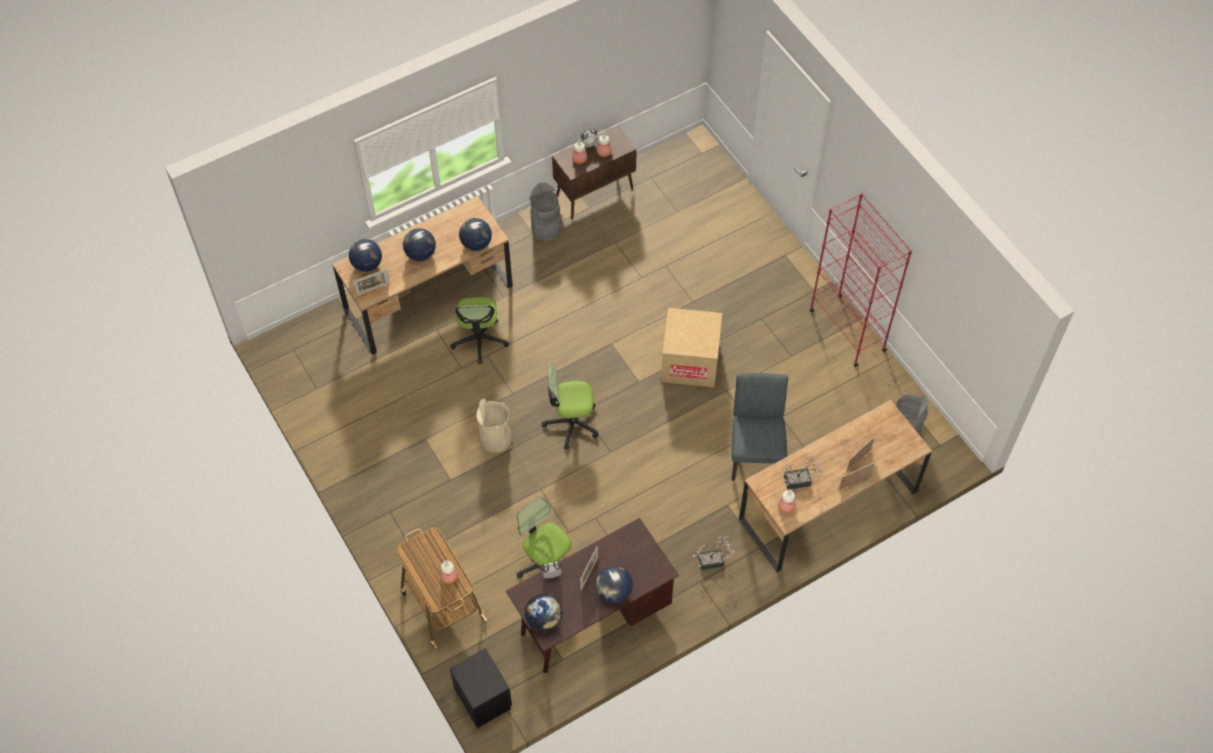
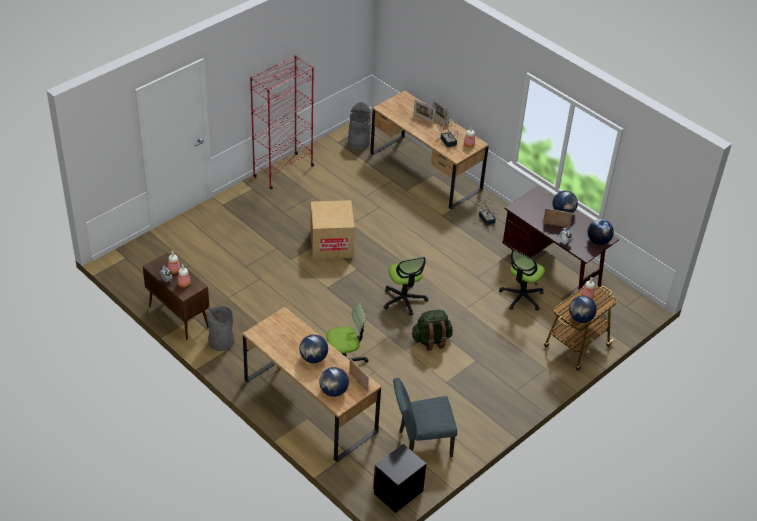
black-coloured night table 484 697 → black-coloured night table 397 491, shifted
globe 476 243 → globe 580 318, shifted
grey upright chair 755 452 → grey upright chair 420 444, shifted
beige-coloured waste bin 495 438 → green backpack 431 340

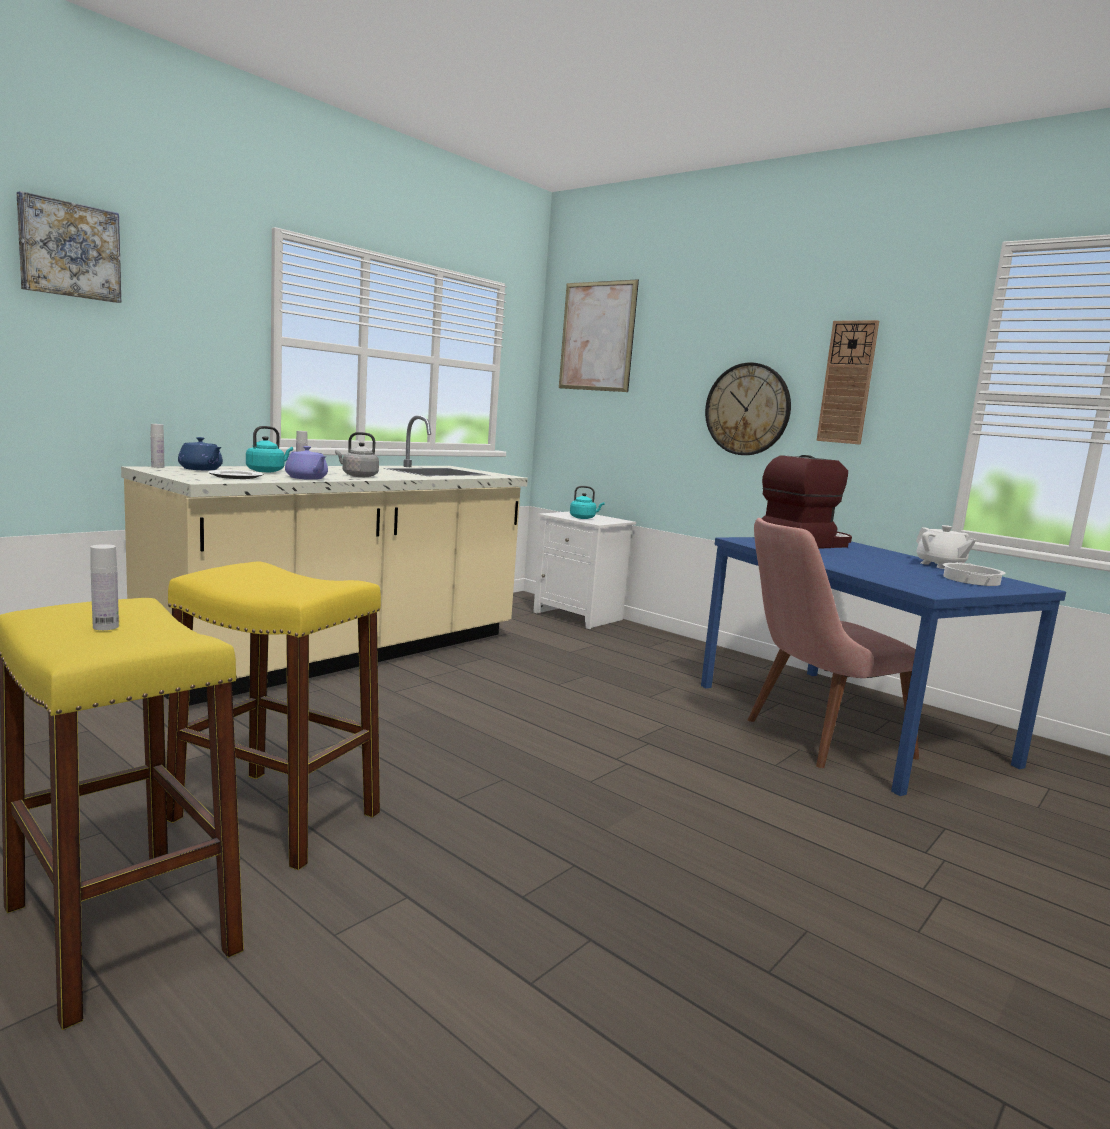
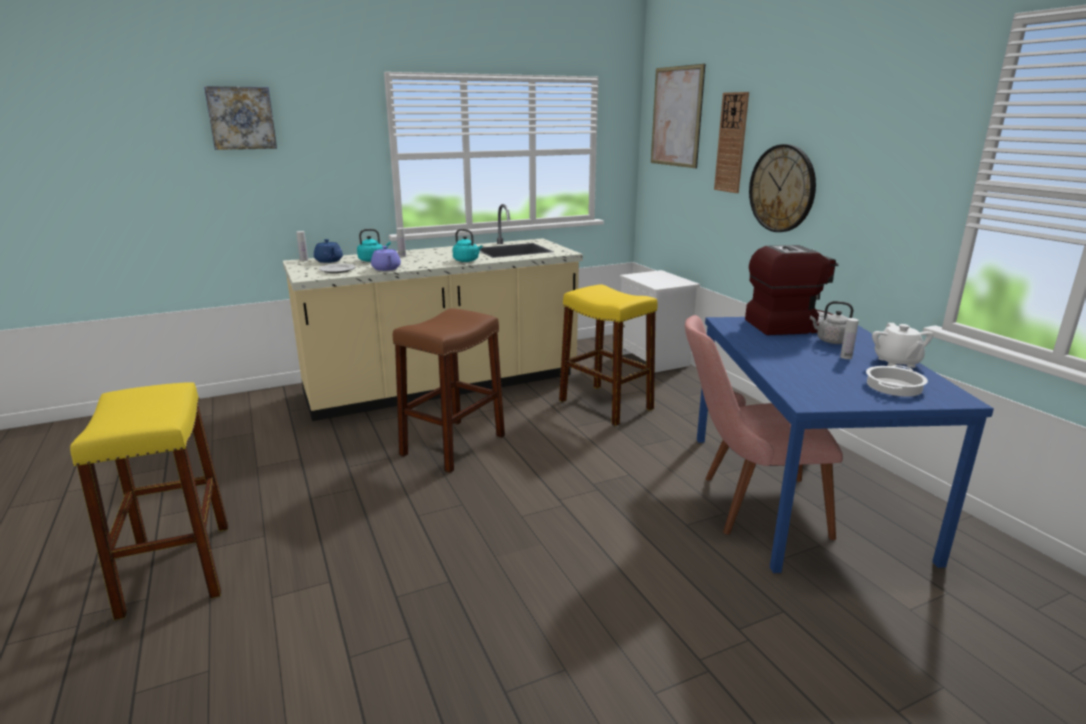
- → brownish stool 453 445
whitish beverage bottle 105 627 → whitish beverage bottle 846 357, shifted
yellow stool 275 816 → yellow stool 605 405, shifted
grey tea kettle 358 476 → grey tea kettle 831 341, shifted
turquoise-coloured tea kettle 584 518 → turquoise-coloured tea kettle 467 261, shifted
wall clock 847 382 → wall clock 732 143, shifted

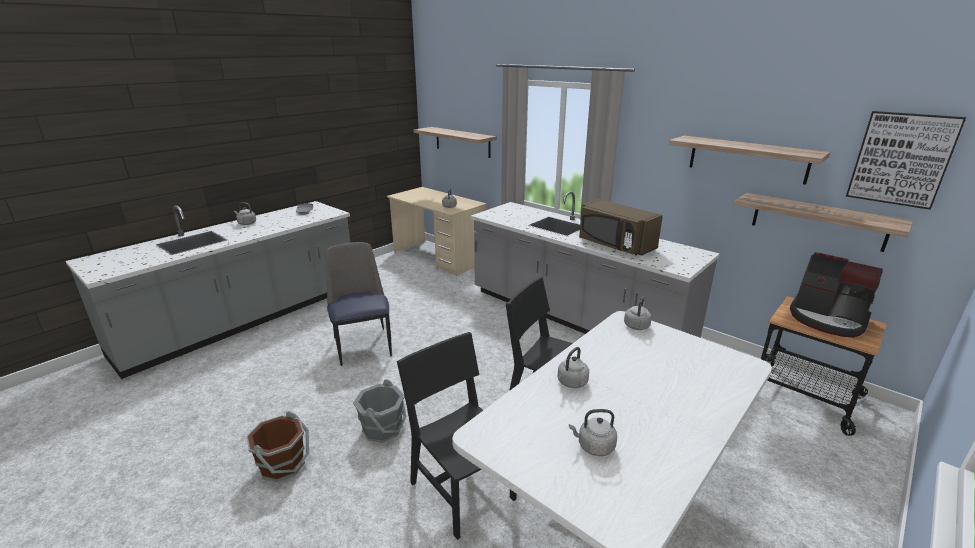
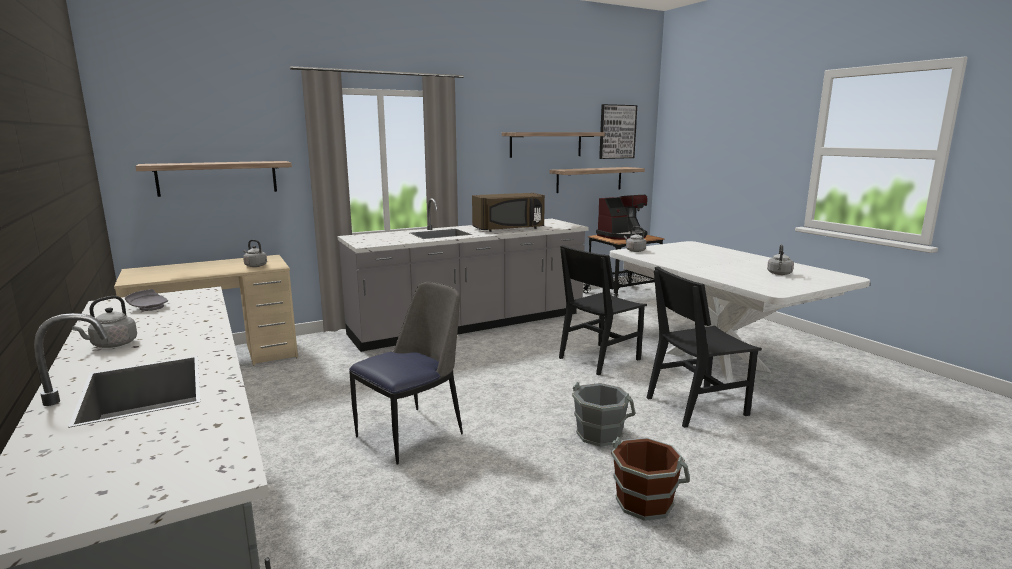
grey tea kettle 571 383 → -
upright chair 362 345 → upright chair 412 434, 135 degrees clockwise

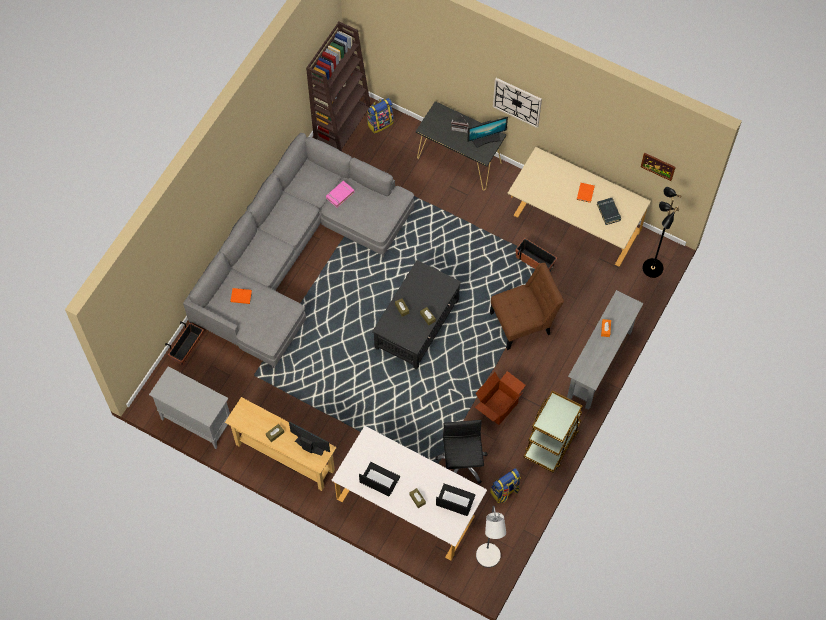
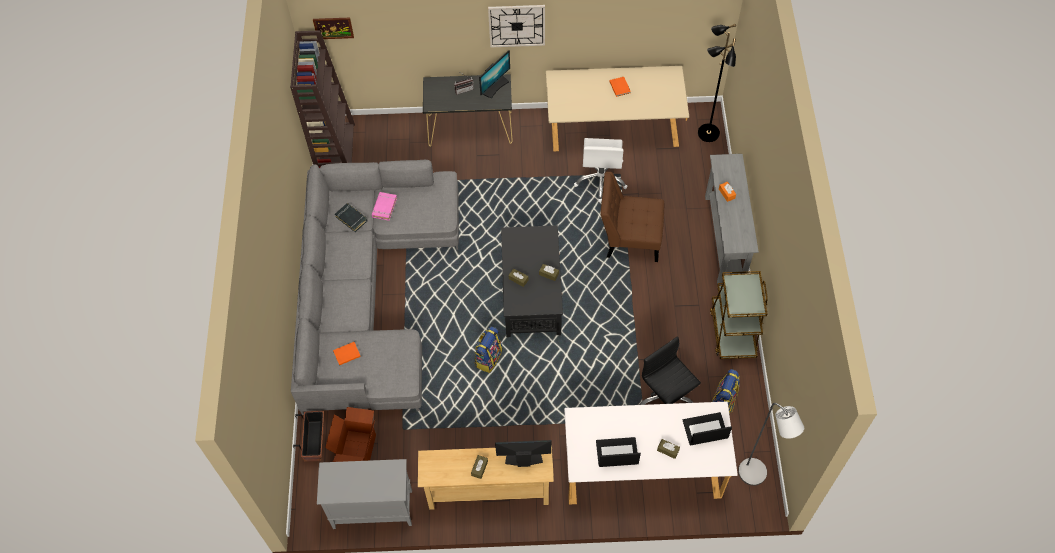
backpack 380 123 → backpack 488 358, shifted
carton 498 406 → carton 357 449, shifted
black-coloured volume 608 212 → black-coloured volume 351 218, shifted
wall picture 658 166 → wall picture 333 27, shifted
planter 534 261 → whitish office chair 601 180
brownish upright chair 523 322 → brownish upright chair 629 238, 120 degrees counterclockwise

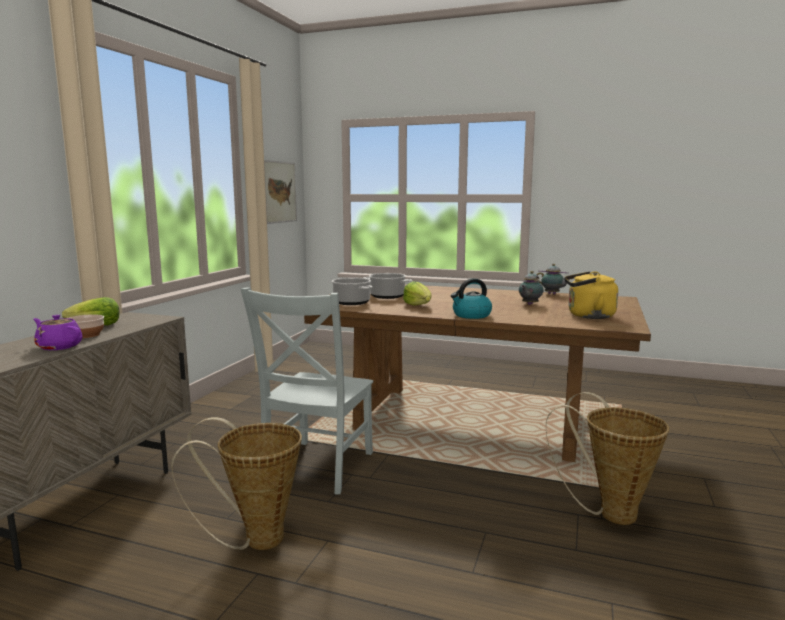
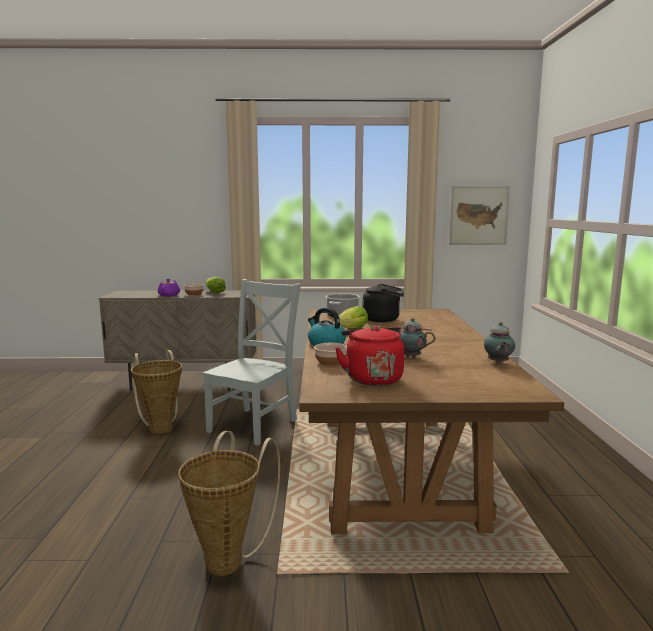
- → bowl 331 362
stockpot 388 296 → black-coloured tea kettle 383 319
yellow tea kettle 588 316 → red tea kettle 372 378
grey upright chair 316 468 → grey upright chair 255 424, 120 degrees clockwise

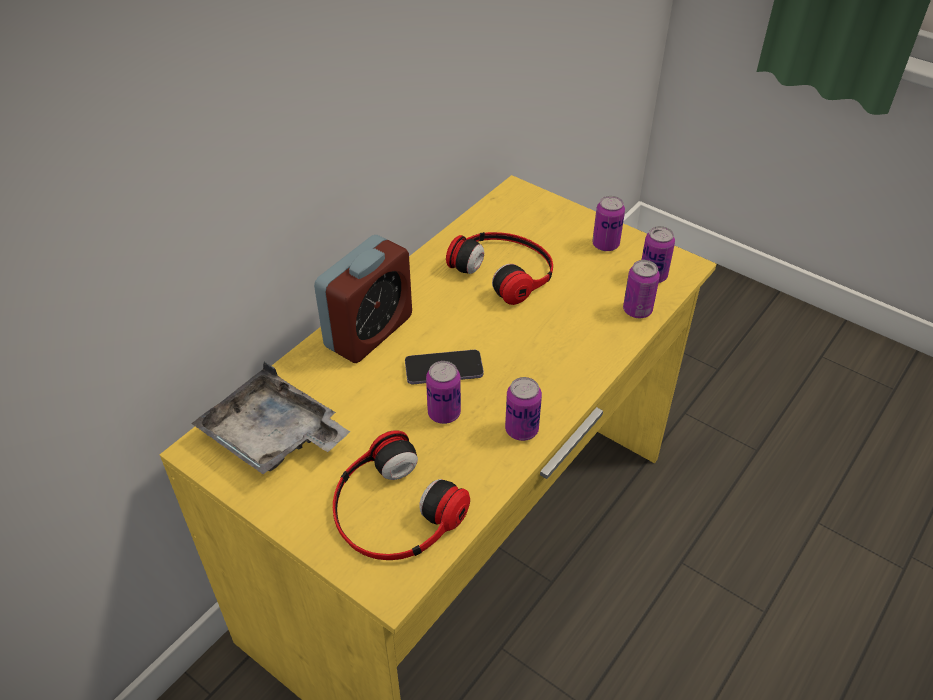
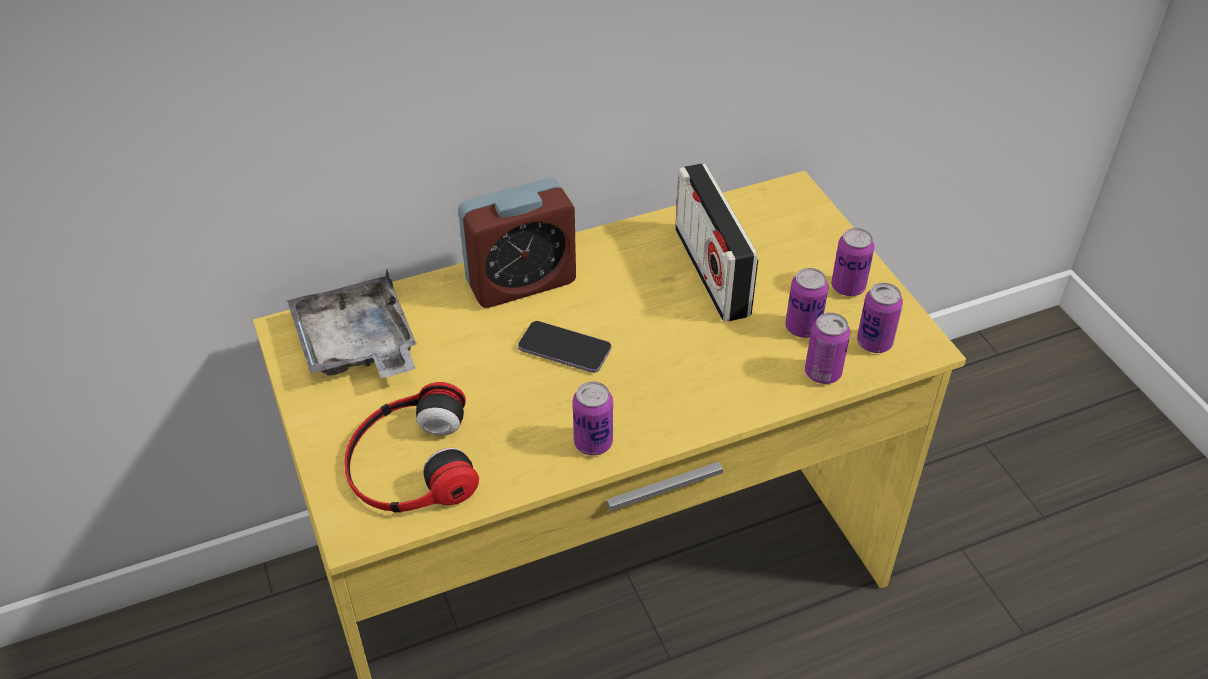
can 444 413 → can 802 327, shifted
headphones 505 269 → radio 711 272

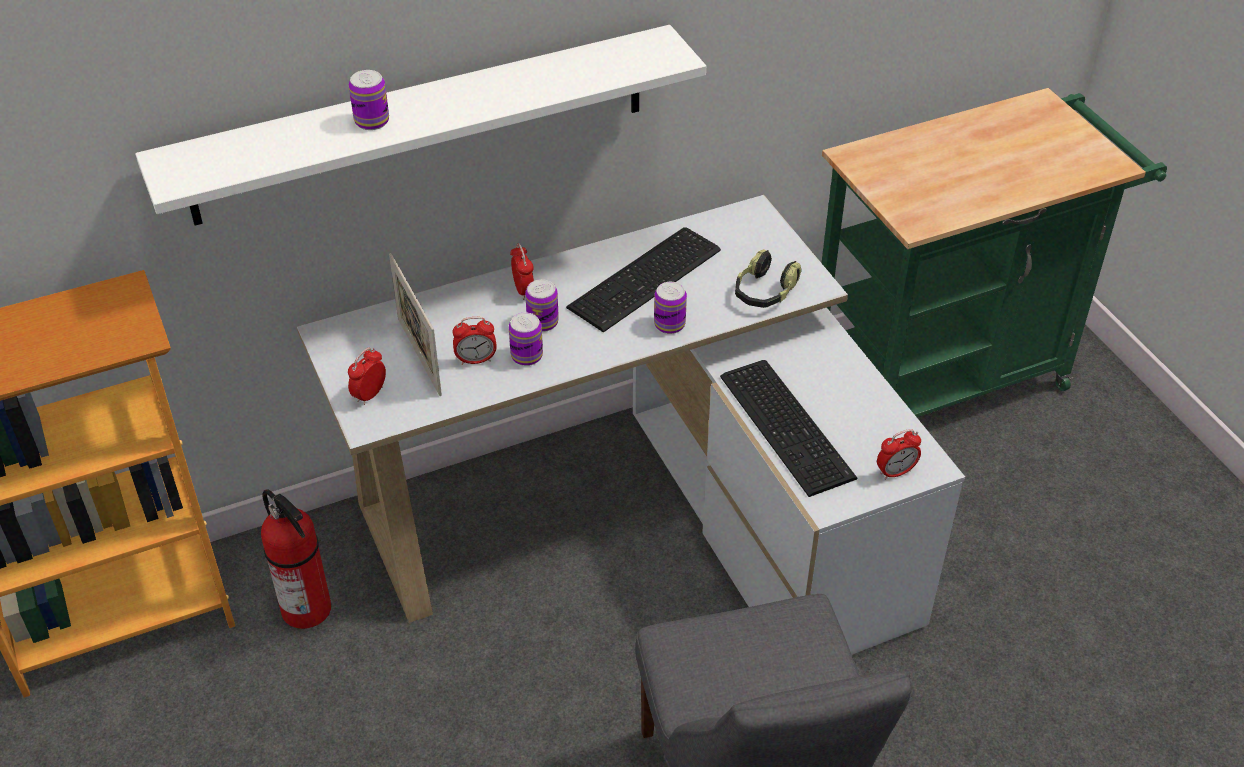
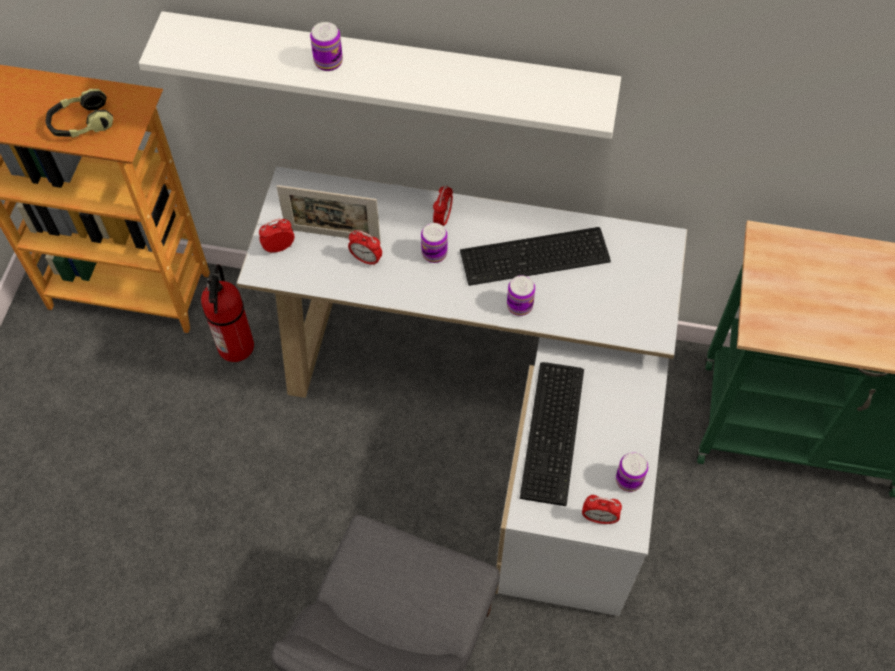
can 526 356 → can 629 480, shifted
headphones 764 292 → headphones 81 124, shifted
standing frame 419 357 → standing frame 332 235, 90 degrees counterclockwise

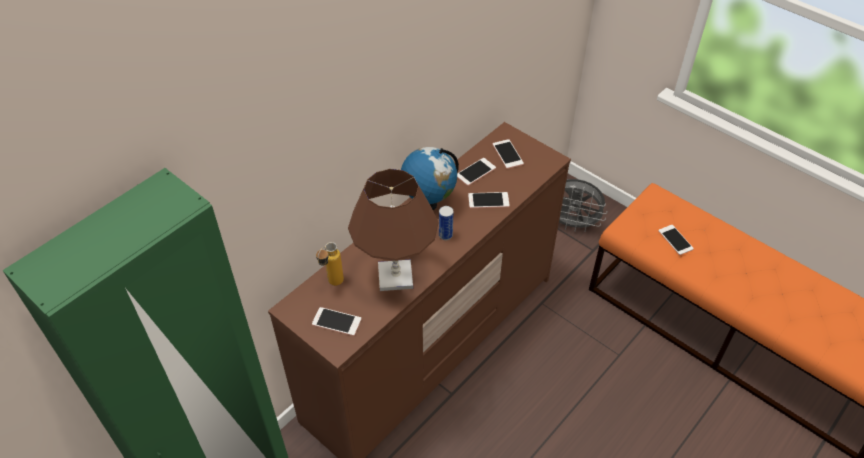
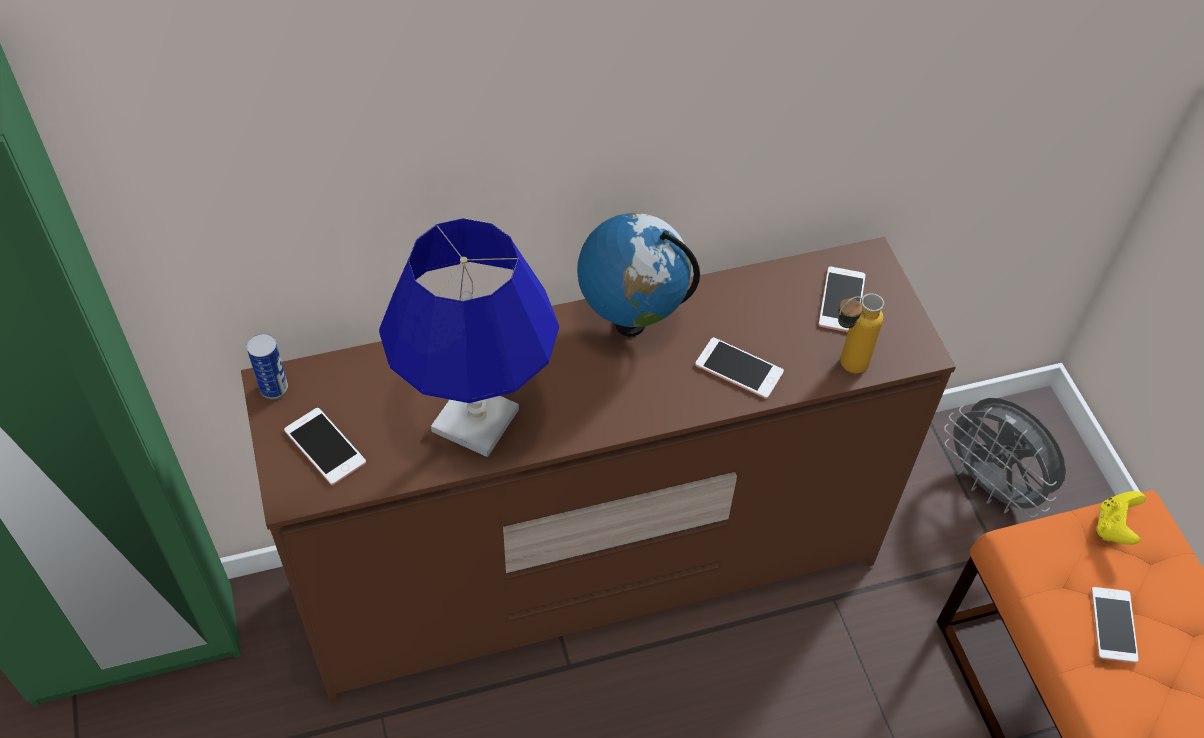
telephone 475 172 → -
- → yellow gamepad 1114 527
beverage bottle 332 285 → beverage bottle 844 367, shifted
can 445 235 → can 274 389, shifted
brownish tabletop lamp 396 276 → blue tabletop lamp 476 420

